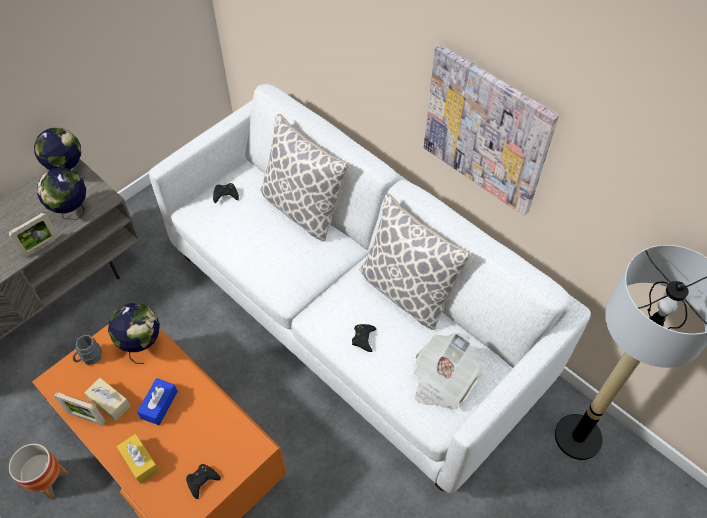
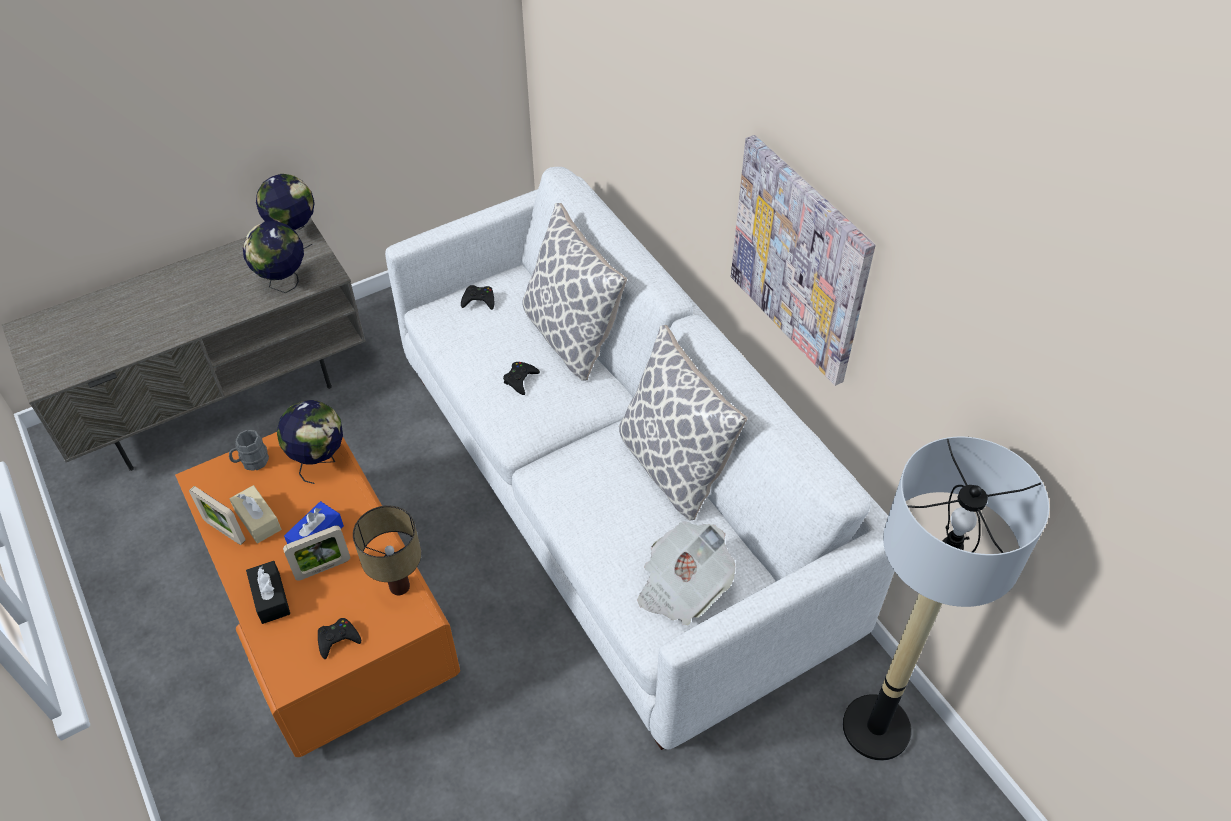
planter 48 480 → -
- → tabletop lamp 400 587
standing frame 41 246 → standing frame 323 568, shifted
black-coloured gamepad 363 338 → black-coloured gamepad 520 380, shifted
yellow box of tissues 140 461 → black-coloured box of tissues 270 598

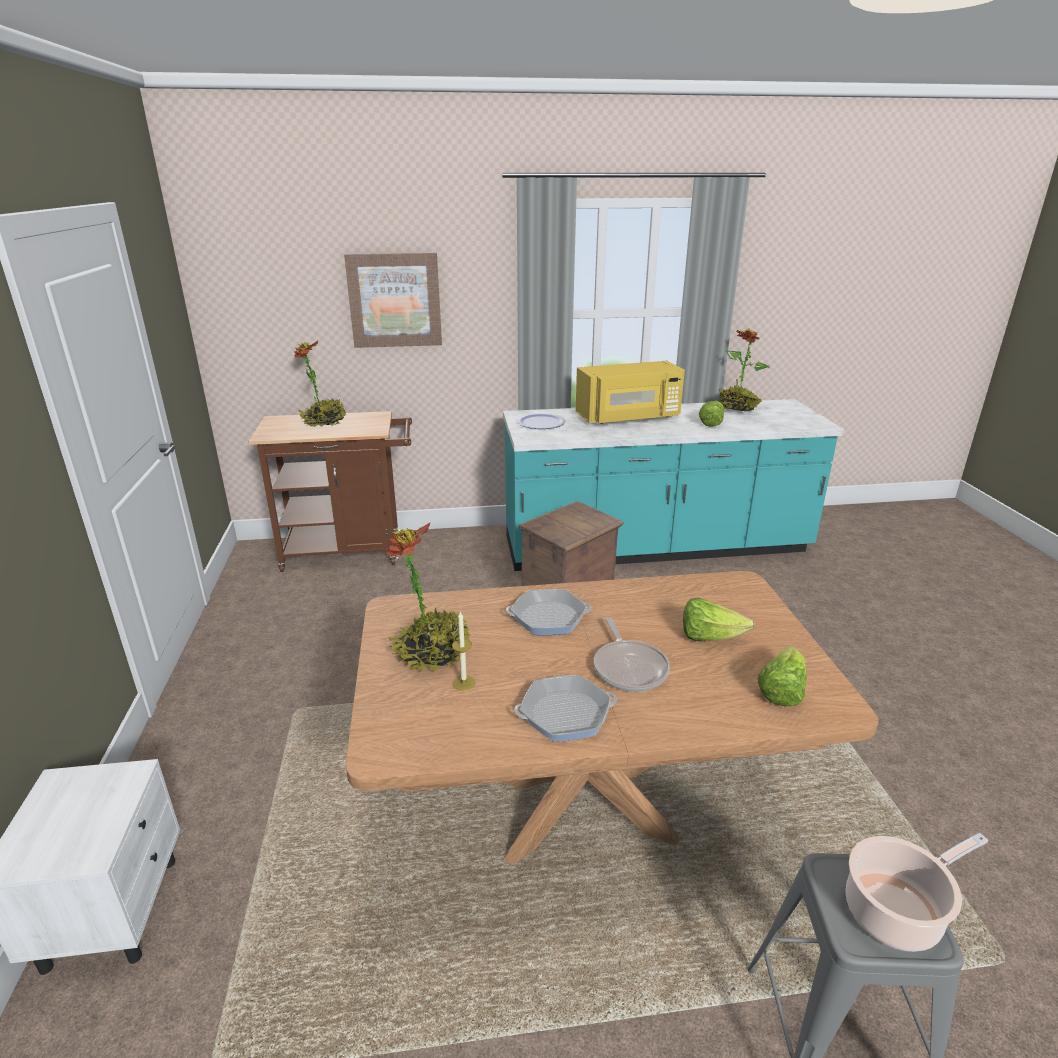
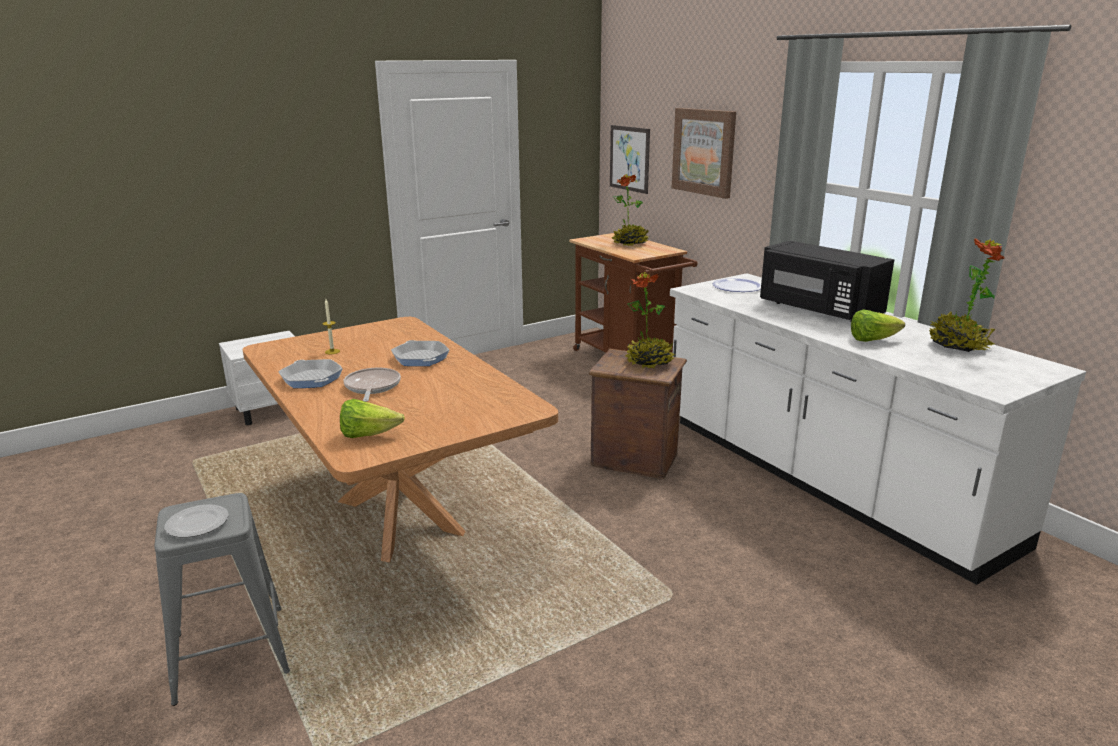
lettuce 709 637 → -
- → wall picture 629 158
potted plant 432 653 → potted plant 649 362, shifted
stockpot 896 911 → flat dish 197 524
turquoise-coloured counter 655 547 → whitish counter 823 479
yellow microwave 629 417 → black-coloured microwave 817 309
pan 629 668 → pan 372 387, 120 degrees clockwise

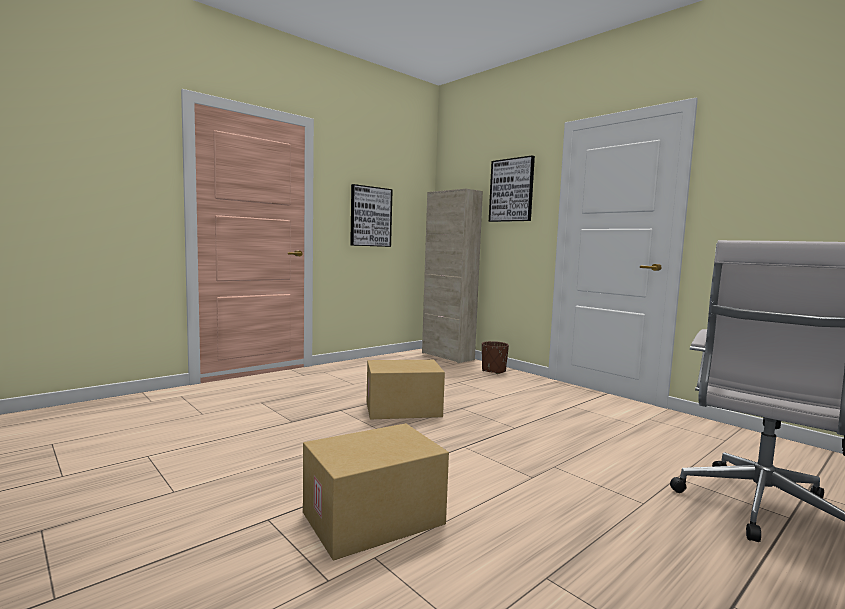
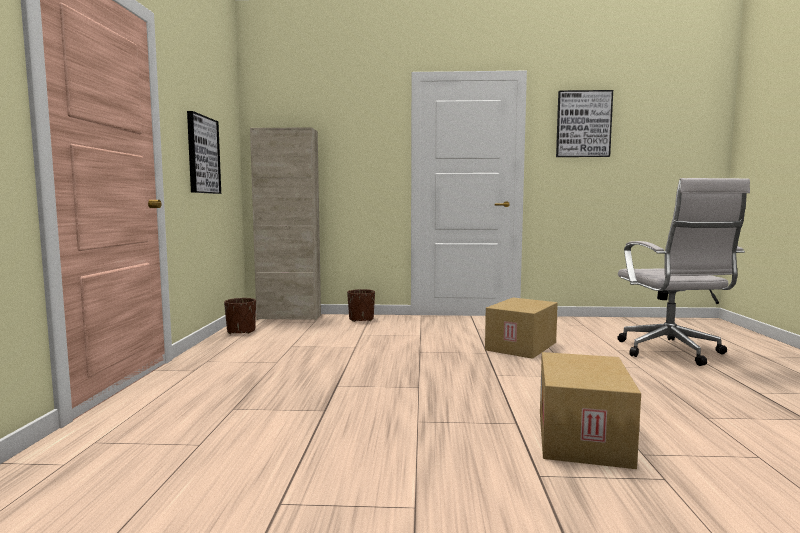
- → brownish planter 241 331
carton 402 409 → carton 522 346, shifted
wall picture 511 190 → wall picture 583 124, shifted

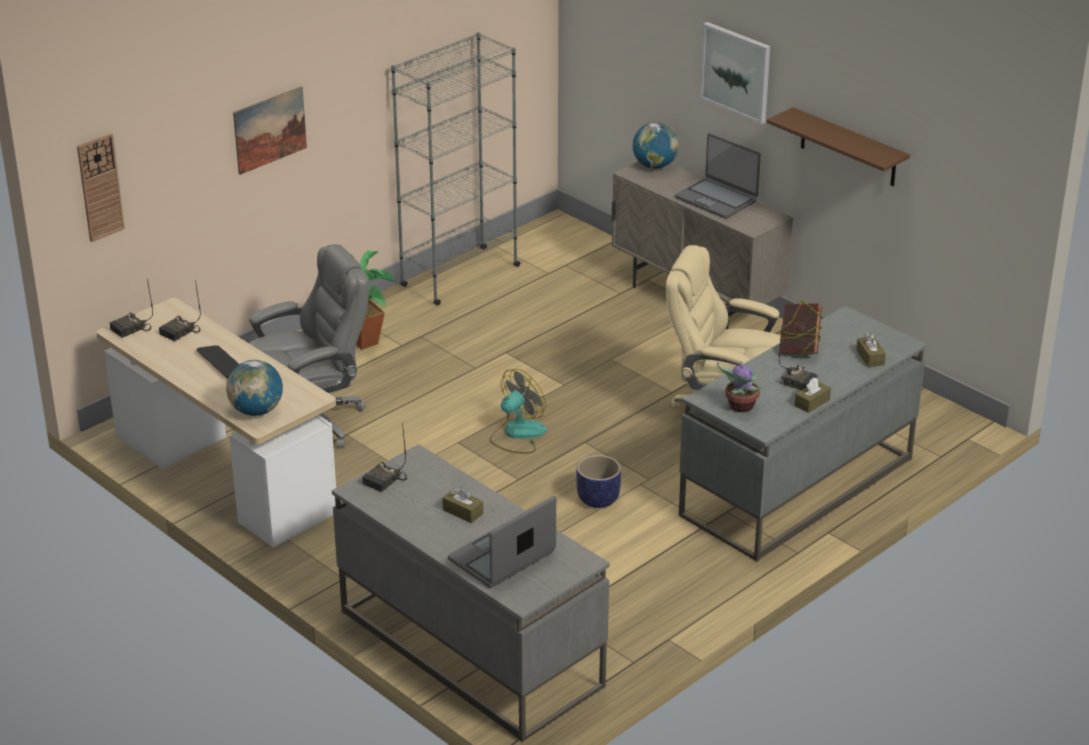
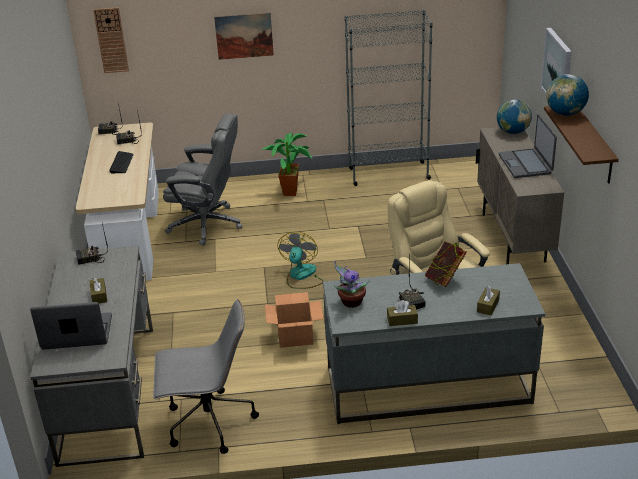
- → grey office chair 208 423
globe 256 411 → globe 565 113, shifted
planter 598 499 → carton 294 336
fan 517 434 → fan 301 276, 75 degrees counterclockwise

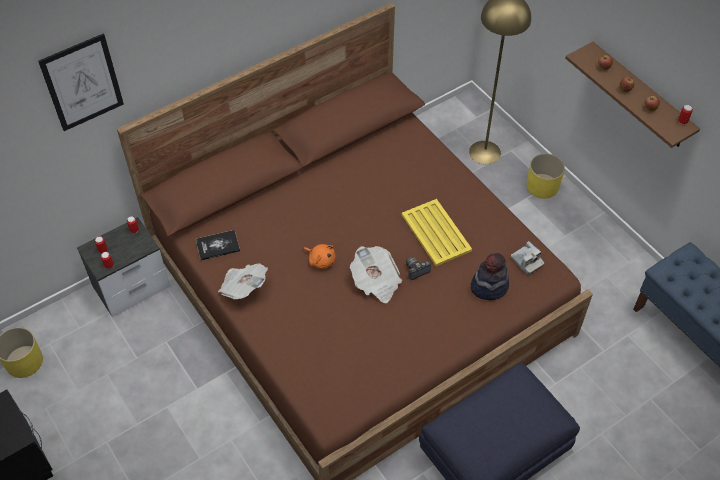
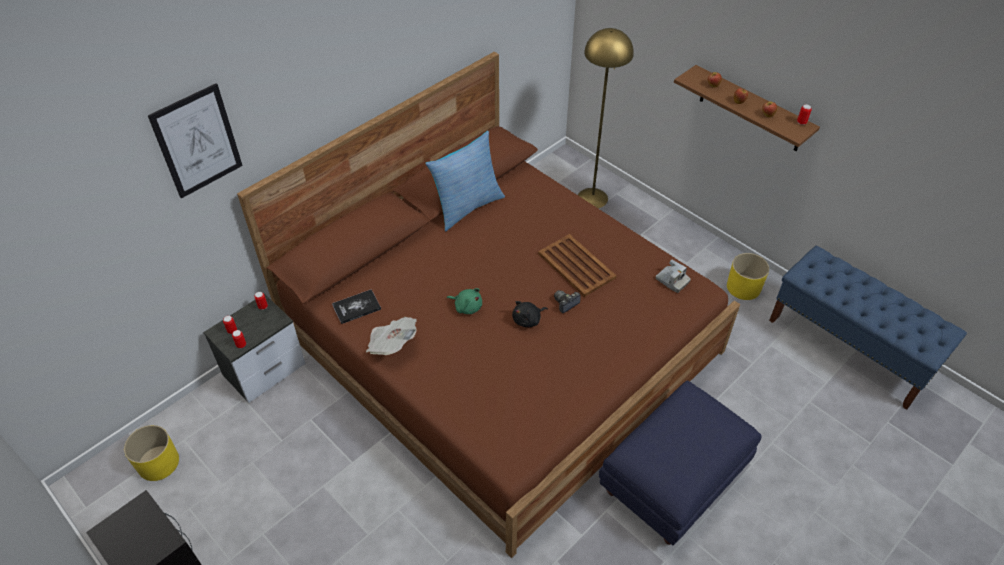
hat 489 286 → -
- → cushion 467 207
yellow planter 542 186 → yellow planter 743 287, shifted
printed paper 376 282 → black-coloured plush toy 528 320
orange plush toy 321 260 → green plush toy 467 307
yellow tray 436 232 → brownish tray 576 265

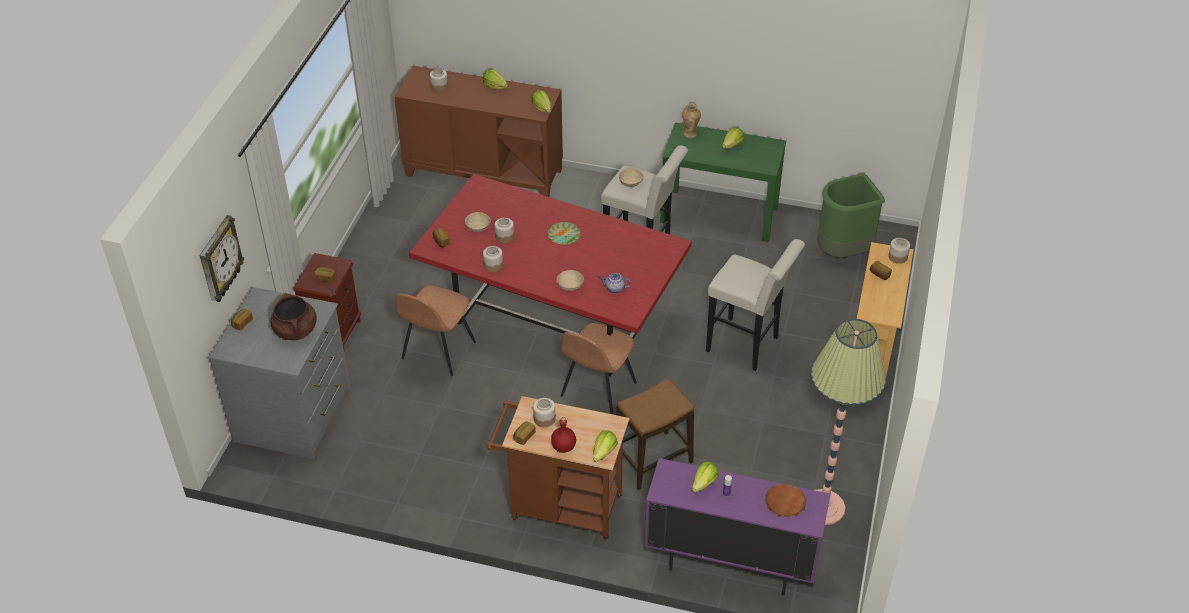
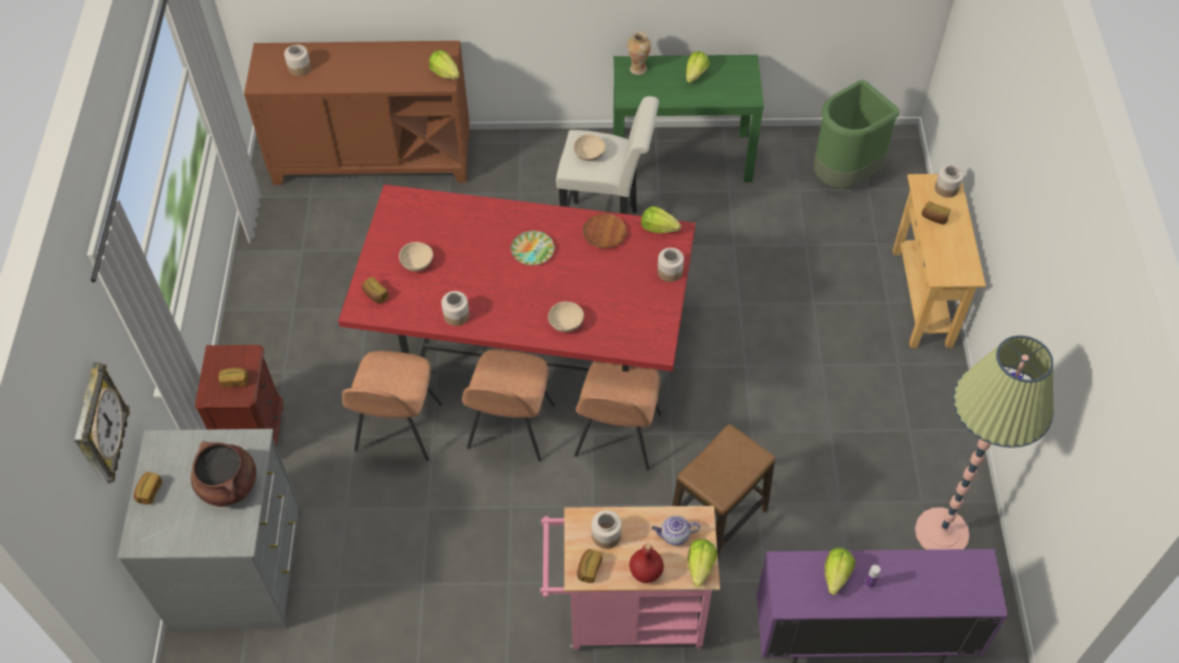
whitish stool 747 346 → -
- → brownish upright chair 510 429
lettuce 495 87 → lettuce 658 228, shifted
storage jar 504 237 → storage jar 669 271, shifted
pot for tea 614 288 → pot for tea 674 536, shifted
brownish flat dish 785 502 → brownish flat dish 604 233, shifted
brownish cart 559 507 → pinkish cart 626 615

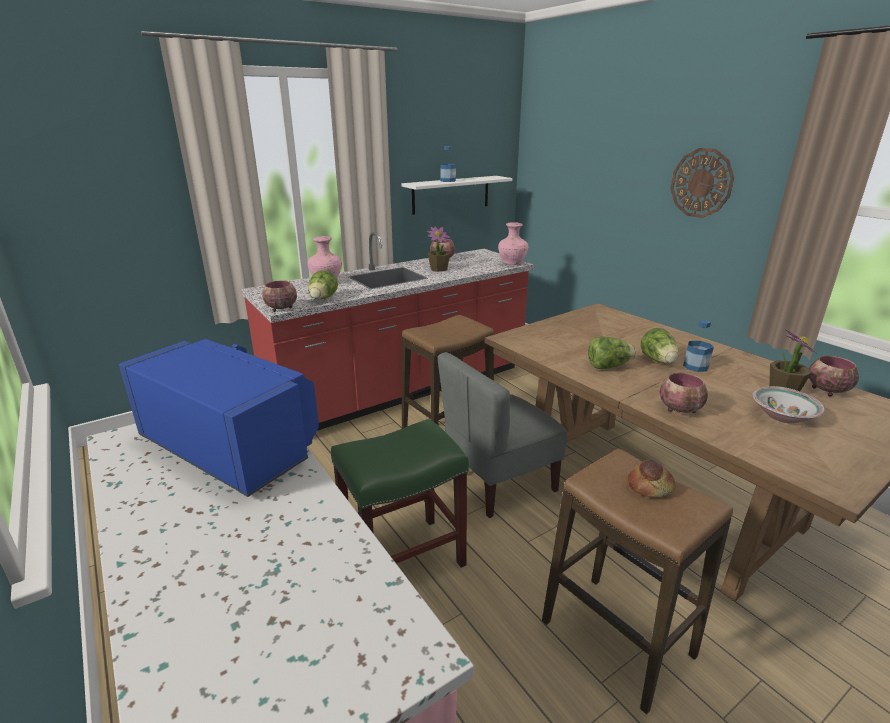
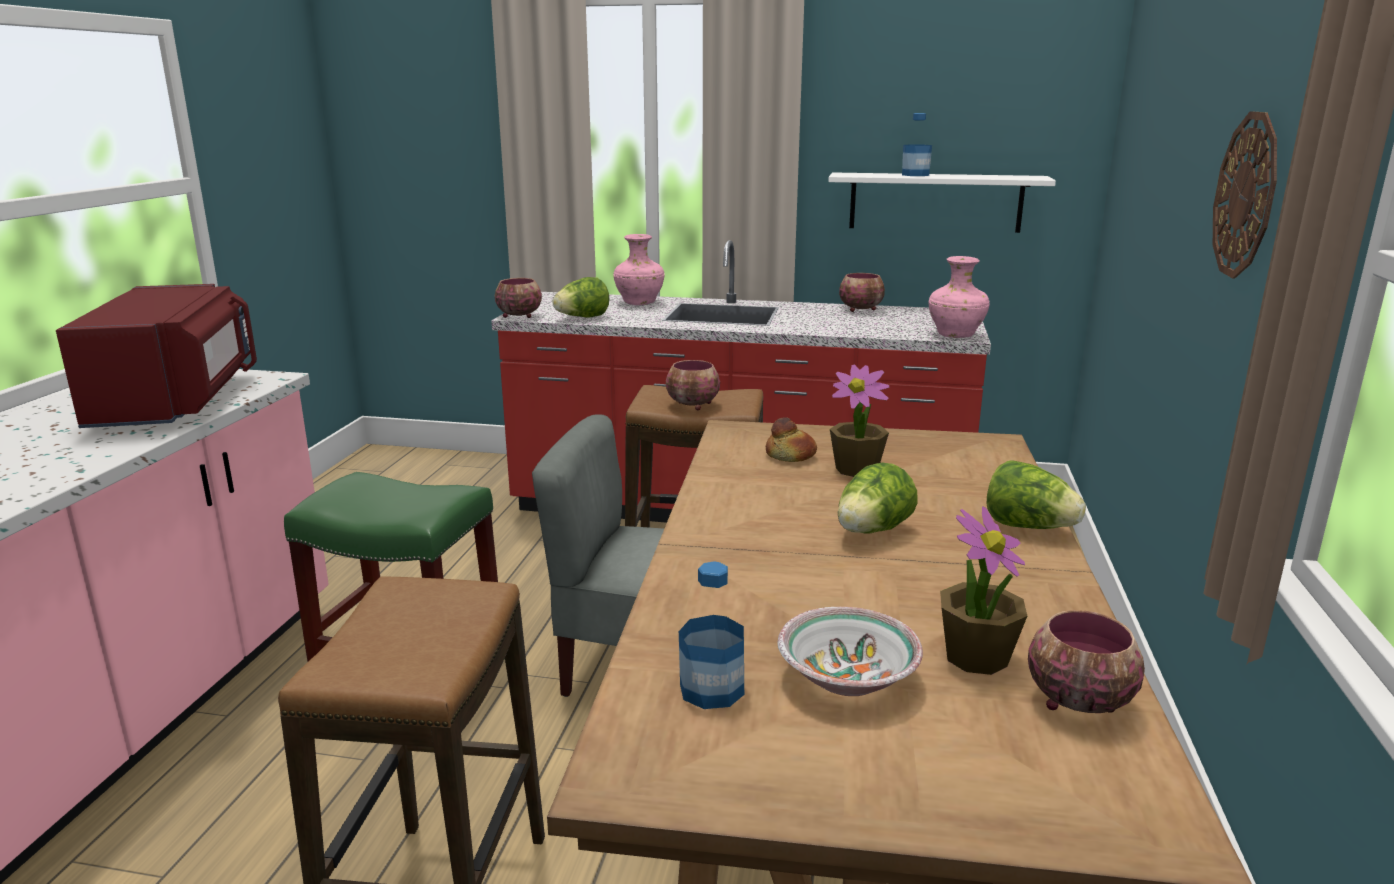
potted plant 439 269 → potted plant 857 469, shifted
lettuce 608 366 → lettuce 1028 527, shifted
bakery bread 650 487 → bakery bread 790 456, shifted
bowl 681 410 → bowl 693 406, shifted
beverage bottle 695 366 → beverage bottle 712 689, shifted
blue microwave 233 445 → red microwave 179 400

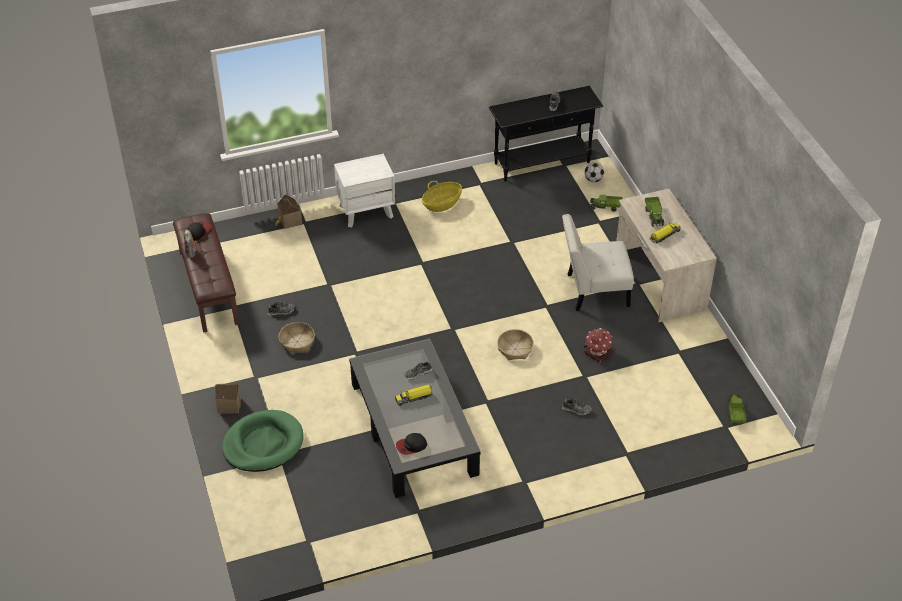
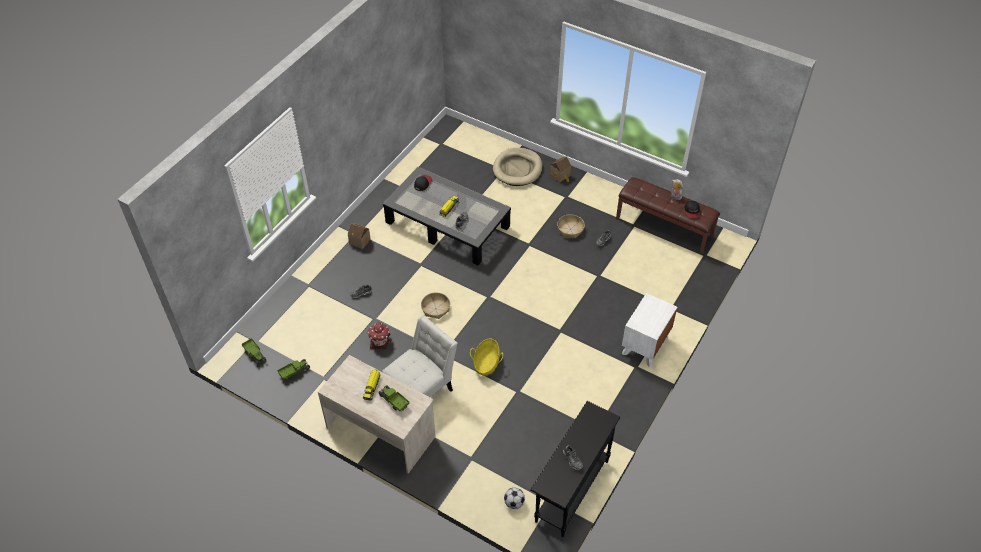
toy house 289 221 → toy house 360 240, shifted
household basket 442 204 → household basket 486 363, shifted
toy truck 606 207 → toy truck 294 372, shifted
green dog bed 263 444 → beige-coloured dog bed 517 169

